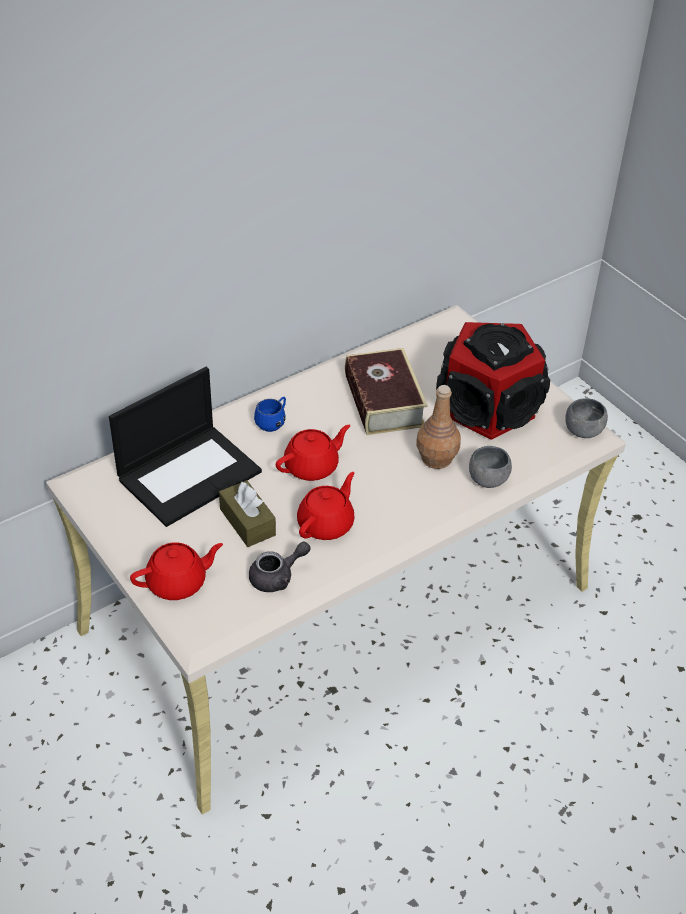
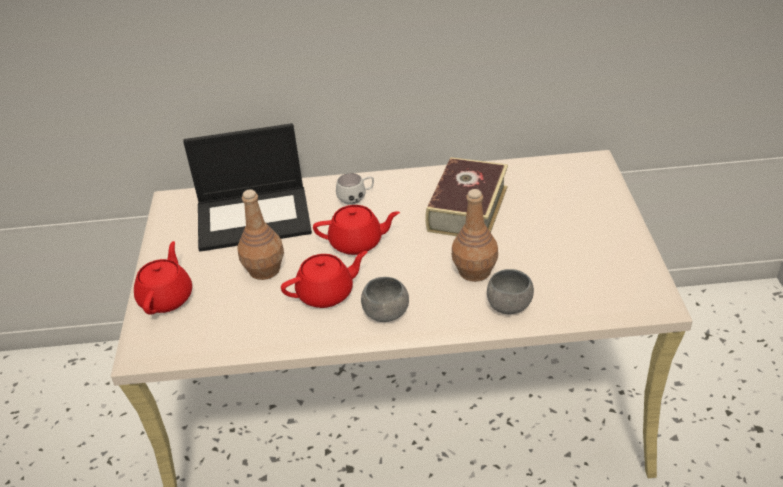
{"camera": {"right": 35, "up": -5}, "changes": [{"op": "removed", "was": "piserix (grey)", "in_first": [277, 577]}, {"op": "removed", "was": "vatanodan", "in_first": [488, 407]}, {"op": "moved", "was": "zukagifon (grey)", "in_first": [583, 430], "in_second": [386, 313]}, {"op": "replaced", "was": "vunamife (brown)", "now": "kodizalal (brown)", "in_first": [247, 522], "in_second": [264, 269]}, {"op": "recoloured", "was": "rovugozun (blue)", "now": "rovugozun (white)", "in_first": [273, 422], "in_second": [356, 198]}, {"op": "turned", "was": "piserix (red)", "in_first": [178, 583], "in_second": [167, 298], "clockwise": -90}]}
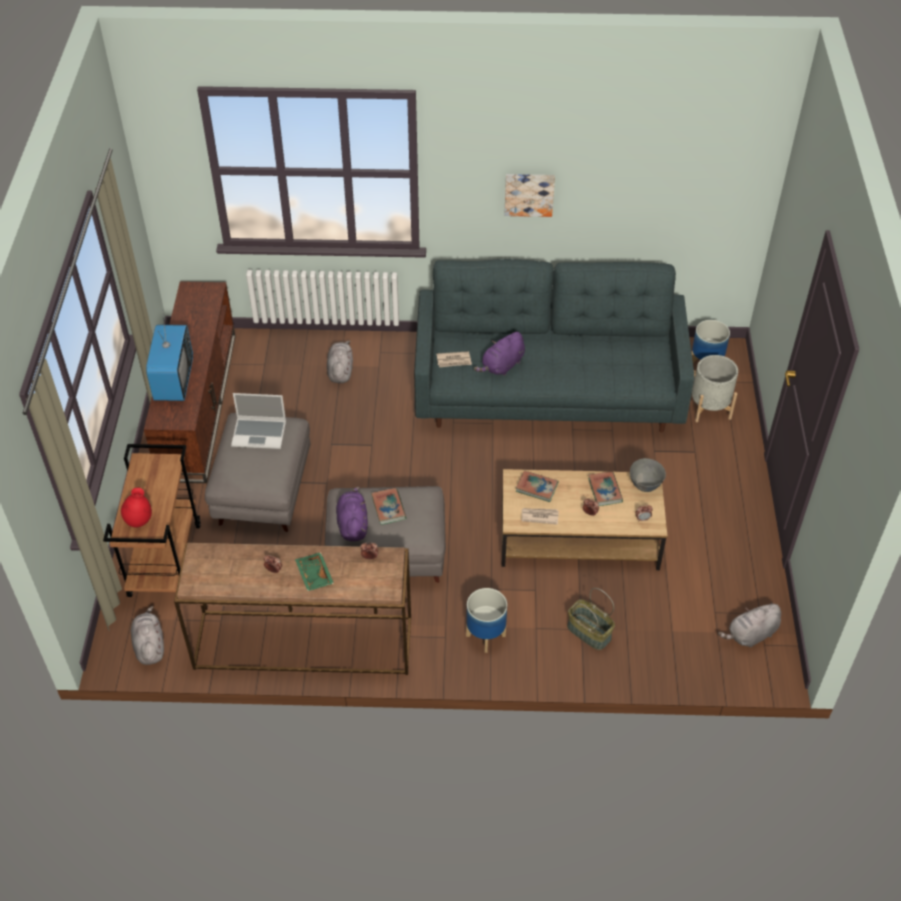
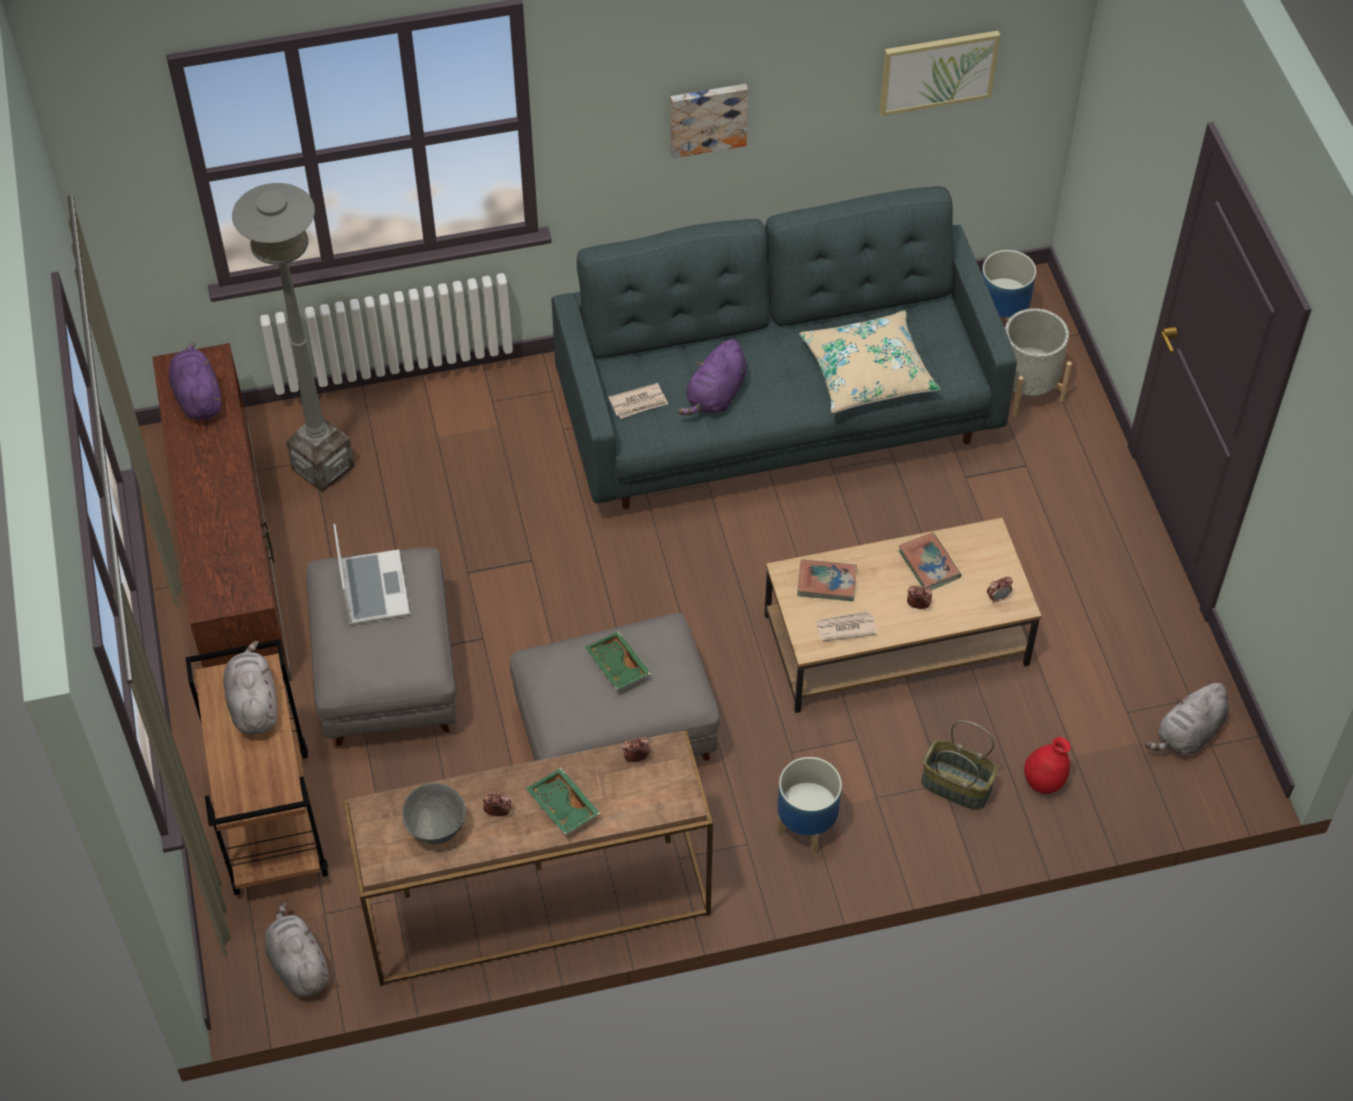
{"camera": {"right": -15, "up": 5}, "changes": [{"op": "removed", "was": "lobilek", "in_first": [173, 380]}, {"op": "added", "now": "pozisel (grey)", "in_second": [322, 467]}, {"op": "added", "now": "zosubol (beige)", "in_second": [867, 372]}, {"op": "added", "now": "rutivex", "in_second": [937, 71]}, {"op": "moved", "was": "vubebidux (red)", "in_first": [139, 521], "in_second": [1044, 782]}, {"op": "moved", "was": "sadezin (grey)", "in_first": [340, 370], "in_second": [253, 704]}, {"op": "moved", "was": "sadezin (purple)", "in_first": [352, 524], "in_second": [197, 397]}, {"op": "moved", "was": "zukagifon (grey)", "in_first": [645, 486], "in_second": [437, 829]}, {"op": "replaced", "was": "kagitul", "now": "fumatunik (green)", "in_first": [388, 508], "in_second": [616, 666]}, {"op": "turned", "was": "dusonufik", "in_first": [260, 434], "in_second": [372, 588], "clockwise": -90}]}
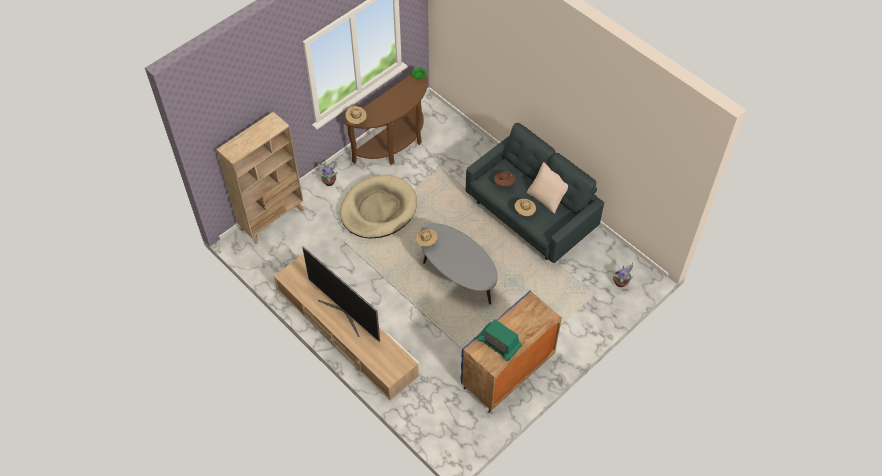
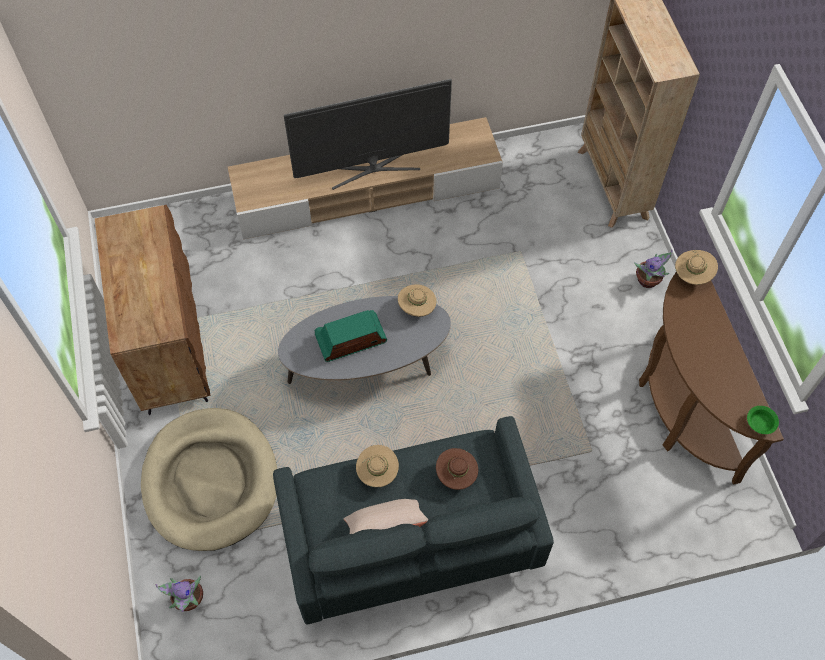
{"camera": {"right": 120, "up": 5}, "changes": [{"op": "moved", "was": "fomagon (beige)", "in_first": [378, 209], "in_second": [210, 481]}, {"op": "moved", "was": "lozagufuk", "in_first": [498, 343], "in_second": [351, 340]}, {"op": "recoloured", "was": "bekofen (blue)", "now": "bekofen (brown)", "in_first": [507, 372], "in_second": [168, 344]}]}
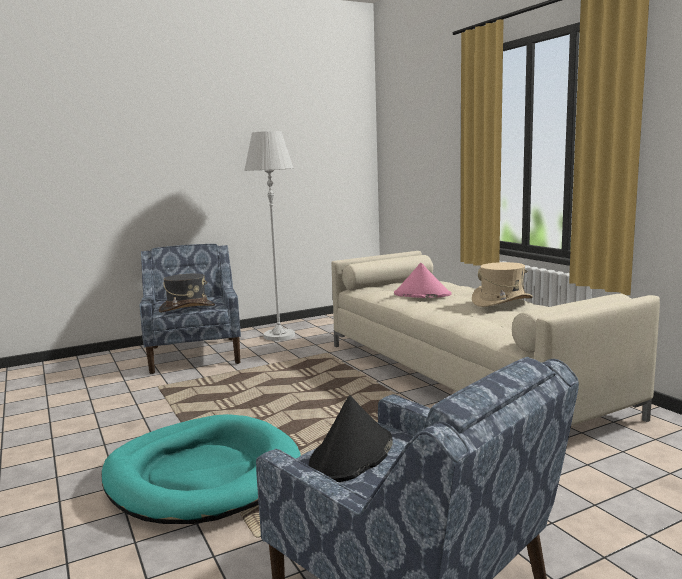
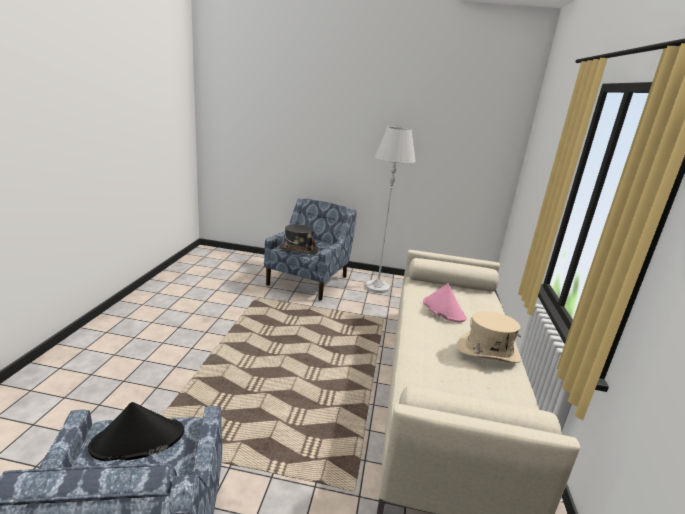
{"camera": {"right": 35, "up": 10}, "changes": [{"op": "removed", "was": "fomagon (turquoise)", "in_first": [202, 475]}]}
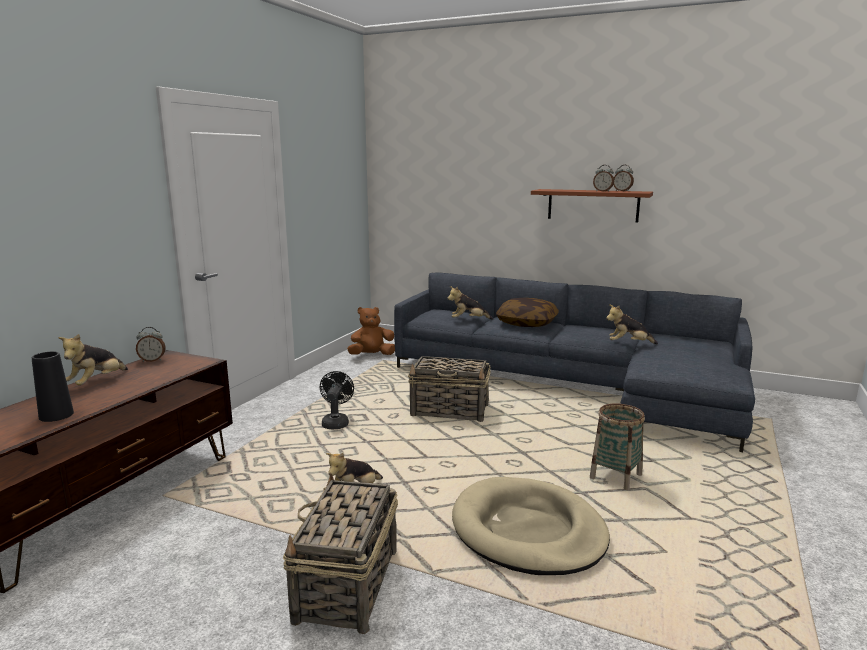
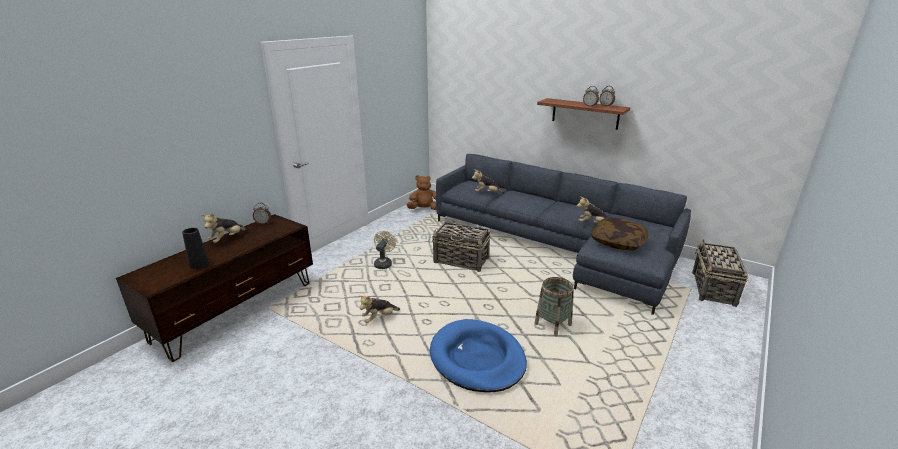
{"camera": {"right": 10, "up": 10}, "changes": [{"op": "moved", "was": "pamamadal", "in_first": [346, 586], "in_second": [713, 289]}, {"op": "moved", "was": "zosubol", "in_first": [527, 323], "in_second": [618, 242]}, {"op": "recoloured", "was": "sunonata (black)", "now": "sunonata (beige)", "in_first": [336, 422], "in_second": [384, 263]}, {"op": "recoloured", "was": "fomagon (beige)", "now": "fomagon (blue)", "in_first": [528, 531], "in_second": [477, 358]}]}
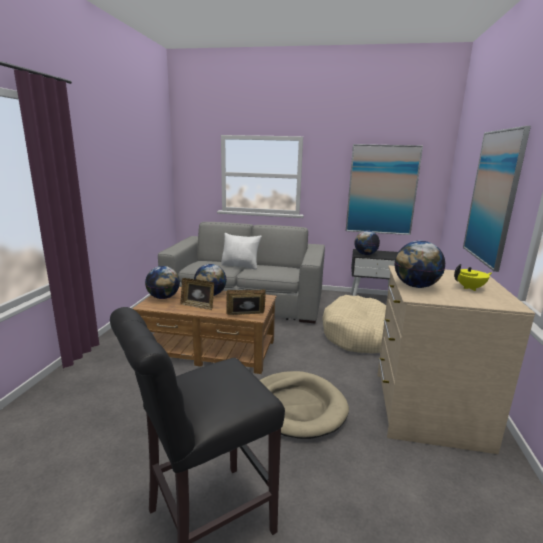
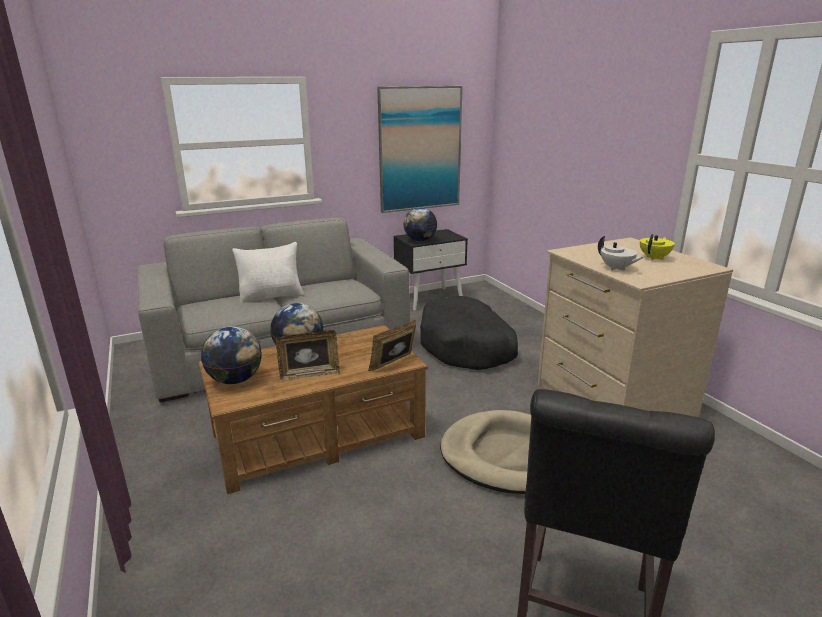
{"camera": {"right": -35, "up": 5}, "changes": [{"op": "removed", "was": "rutivex", "in_first": [493, 197]}, {"op": "replaced", "was": "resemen", "now": "piserix (white)", "in_first": [415, 286], "in_second": [616, 268]}, {"op": "recoloured", "was": "fomagon (beige)", "now": "fomagon (black)", "in_first": [358, 334], "in_second": [467, 346]}]}
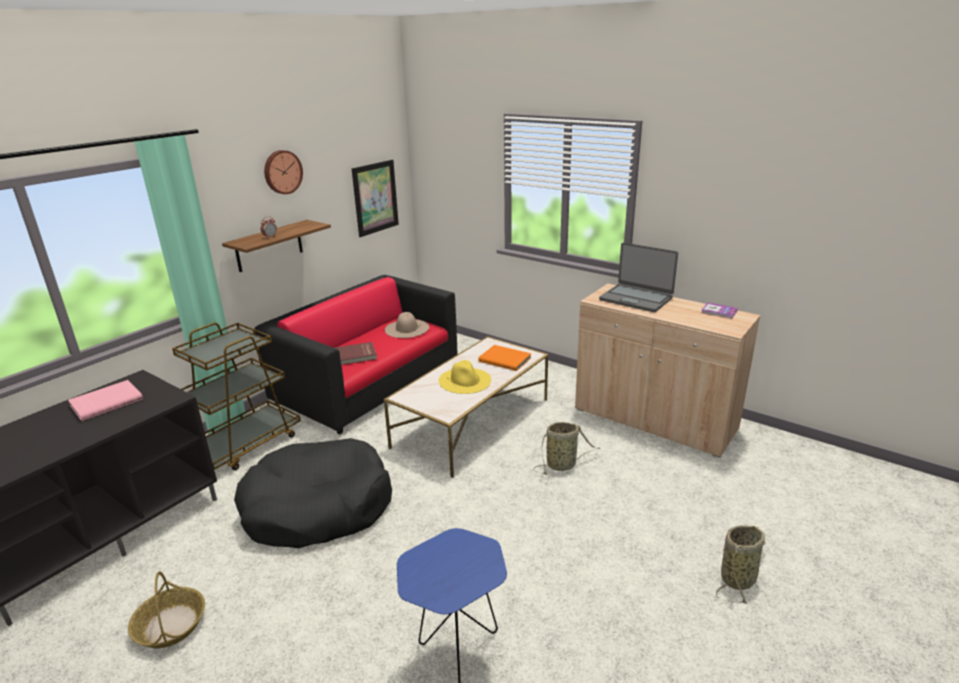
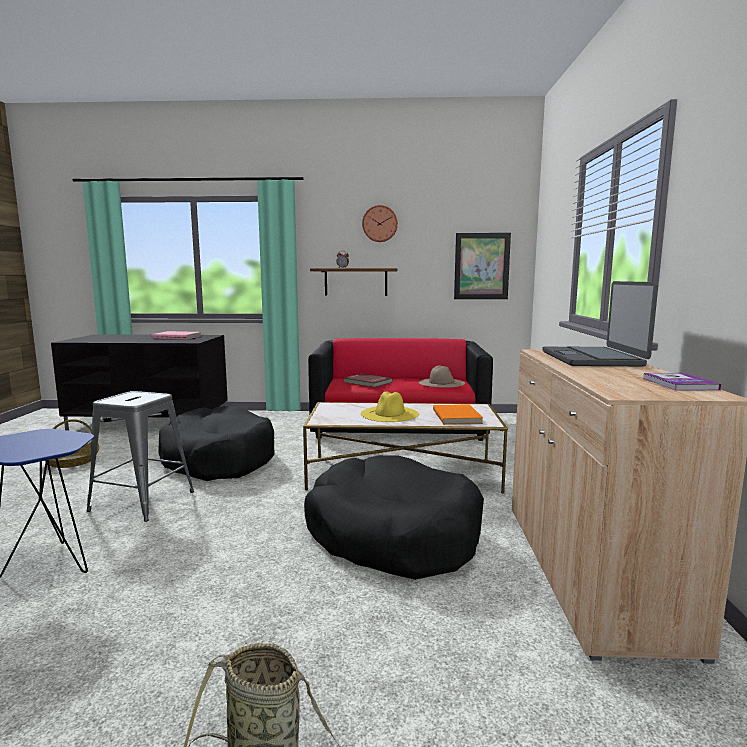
{"camera": {"right": 55, "up": -15}, "changes": [{"op": "removed", "was": "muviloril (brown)", "in_first": [246, 444]}, {"op": "added", "now": "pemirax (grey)", "in_second": [142, 501]}, {"op": "replaced", "was": "pamamadal", "now": "fomagon (black)", "in_first": [563, 464], "in_second": [392, 534]}]}
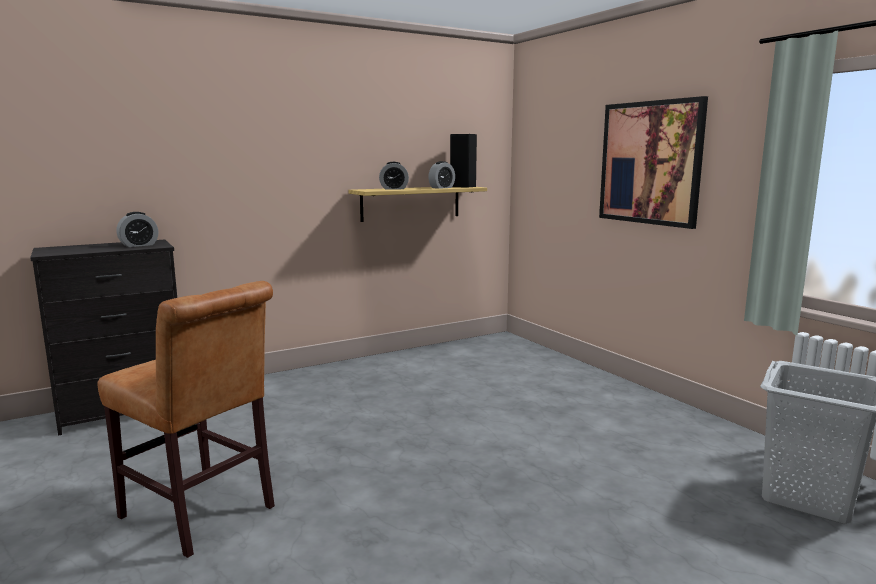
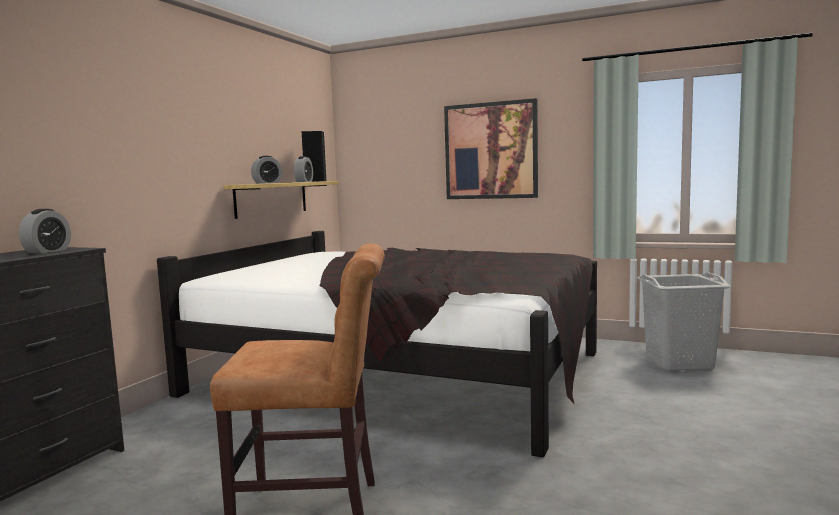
{"camera": {"right": -35, "up": -5}, "changes": [{"op": "added", "now": "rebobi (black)", "in_second": [402, 372]}]}
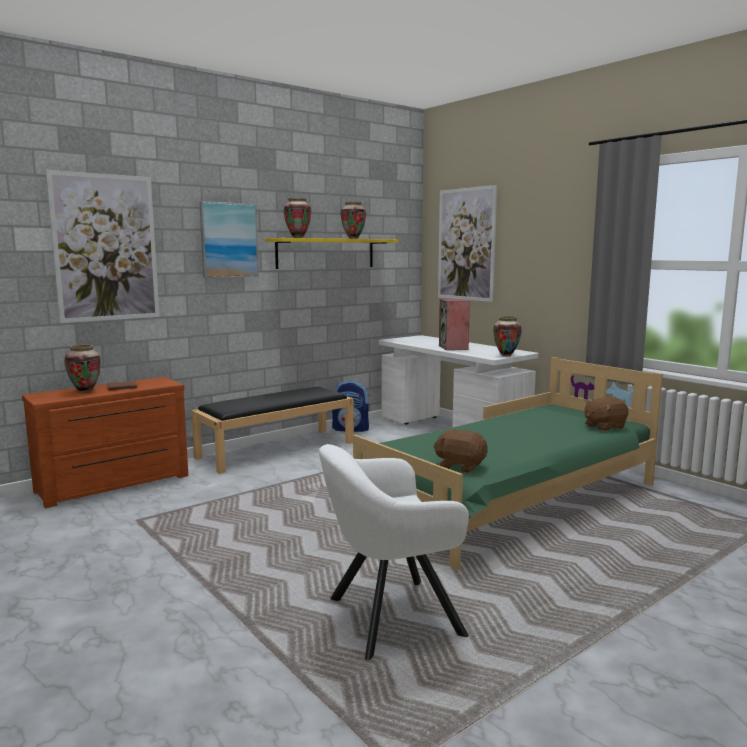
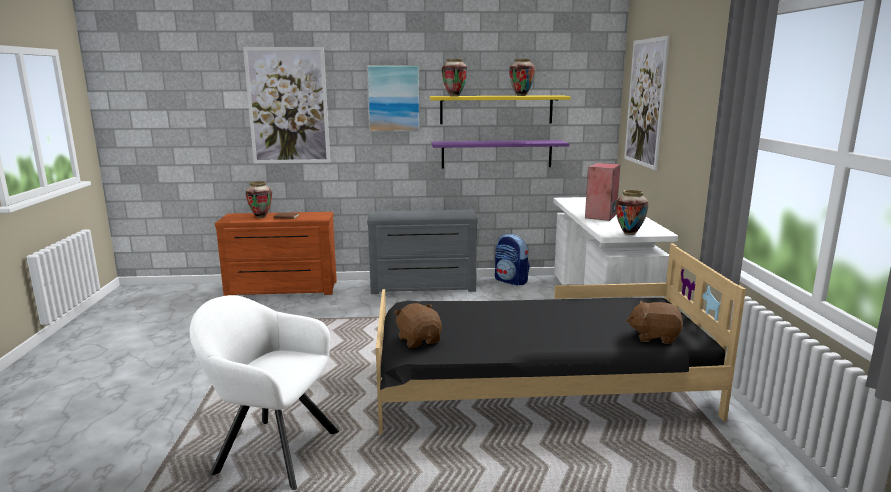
{"camera": {"right": 35, "up": 5}, "changes": [{"op": "added", "now": "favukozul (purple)", "in_second": [496, 154]}, {"op": "replaced", "was": "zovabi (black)", "now": "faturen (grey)", "in_first": [277, 449], "in_second": [423, 287]}, {"op": "recoloured", "was": "rebobi (green)", "now": "rebobi (black)", "in_first": [512, 500], "in_second": [537, 388]}]}
